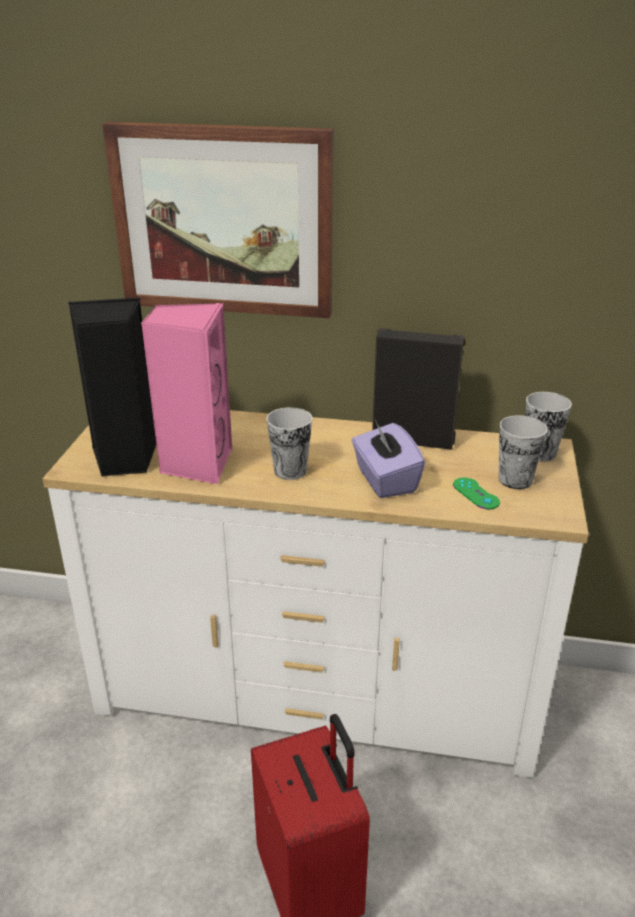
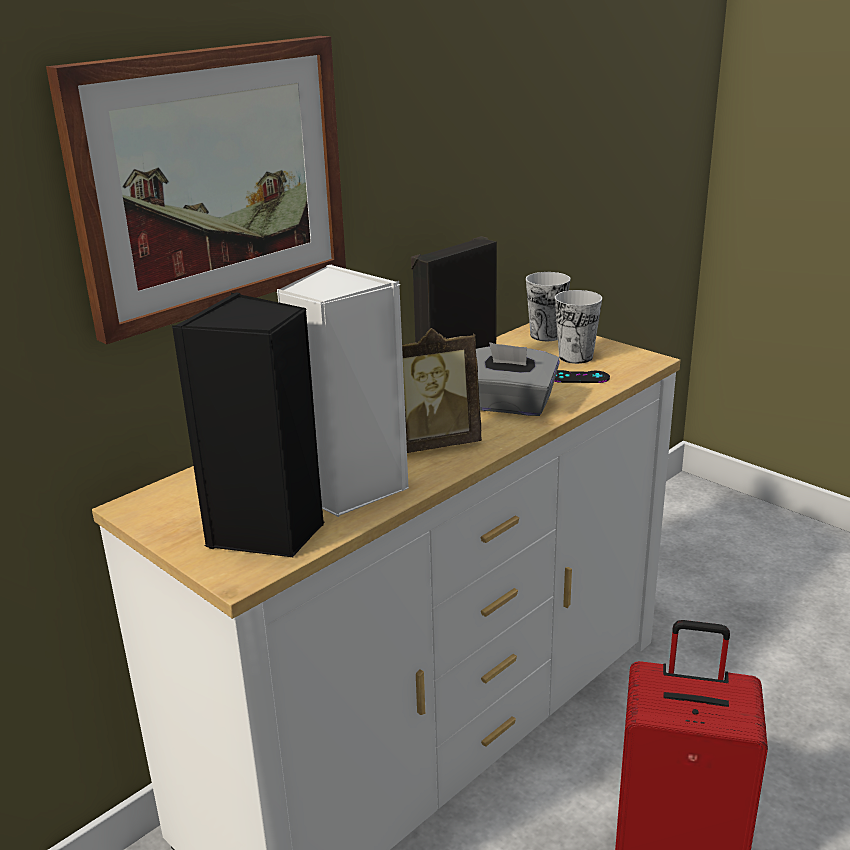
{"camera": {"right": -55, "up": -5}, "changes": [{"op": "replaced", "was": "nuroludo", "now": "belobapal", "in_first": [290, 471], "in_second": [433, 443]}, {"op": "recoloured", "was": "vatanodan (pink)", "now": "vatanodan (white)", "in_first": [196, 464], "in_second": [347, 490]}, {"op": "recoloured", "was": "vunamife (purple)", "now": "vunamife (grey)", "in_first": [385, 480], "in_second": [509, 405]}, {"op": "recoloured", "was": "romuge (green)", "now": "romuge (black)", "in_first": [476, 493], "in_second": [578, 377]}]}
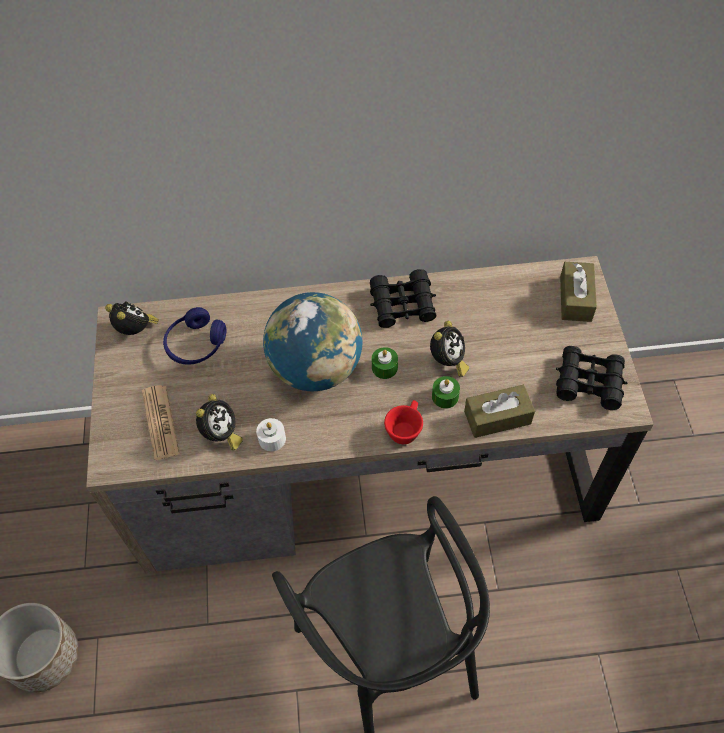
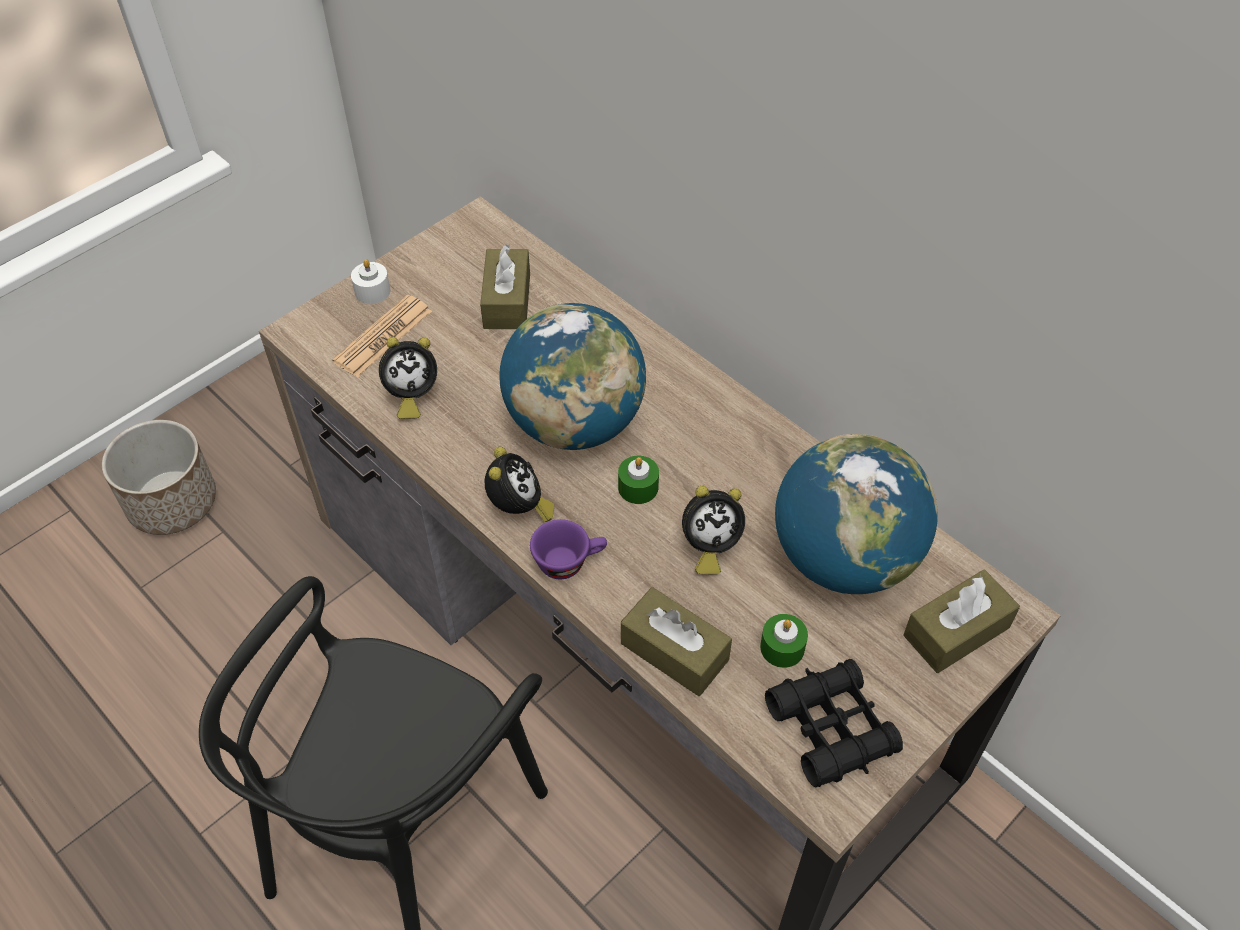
{"camera": {"right": 50, "up": -5}, "changes": [{"op": "removed", "was": "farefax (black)", "in_first": [402, 305]}, {"op": "added", "now": "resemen", "in_second": [843, 558]}, {"op": "moved", "was": "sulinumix", "in_first": [137, 331], "in_second": [519, 509]}, {"op": "moved", "was": "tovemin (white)", "in_first": [272, 439], "in_second": [372, 291]}, {"op": "moved", "was": "tovemin (green)", "in_first": [445, 396], "in_second": [782, 648]}, {"op": "replaced", "was": "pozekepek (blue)", "now": "vunamife (brown)", "in_first": [196, 344], "in_second": [507, 301]}, {"op": "recoloured", "was": "nuroludo (red)", "now": "nuroludo (purple)", "in_first": [405, 428], "in_second": [569, 561]}]}
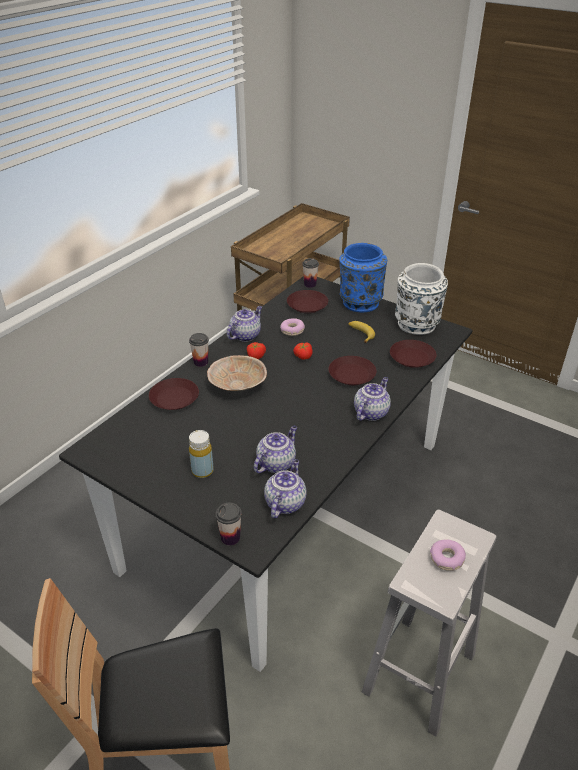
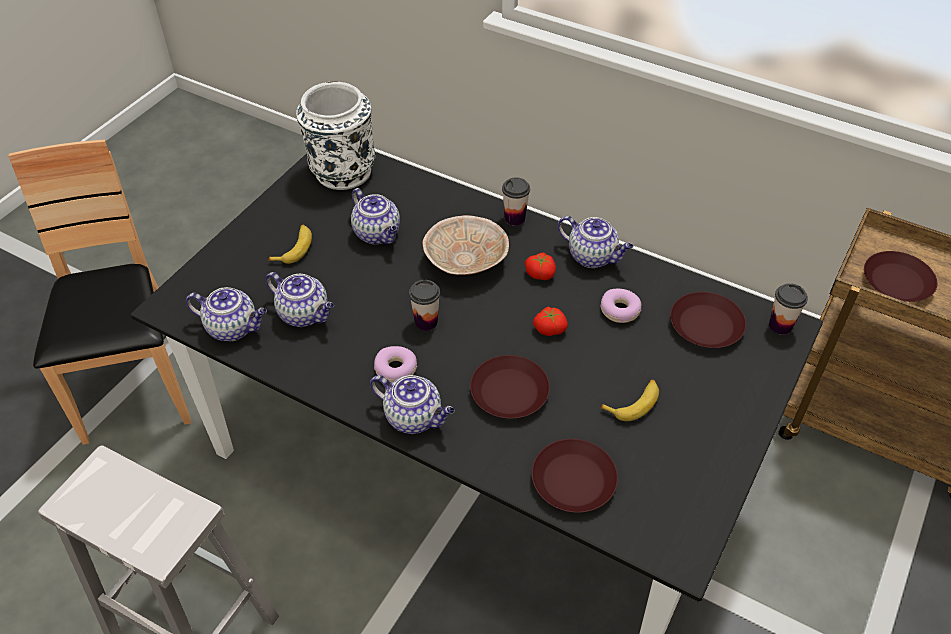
{"camera": {"right": 85, "up": 10}, "changes": [{"op": "removed", "was": "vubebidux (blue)", "in_first": [359, 302]}, {"op": "added", "now": "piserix", "in_second": [378, 234]}, {"op": "moved", "was": "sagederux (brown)", "in_first": [174, 398], "in_second": [897, 282]}, {"op": "moved", "was": "nuroludo", "in_first": [230, 537], "in_second": [426, 322]}, {"op": "moved", "was": "vubebidux (white)", "in_first": [416, 325], "in_second": [341, 172]}, {"op": "moved", "was": "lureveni", "in_first": [447, 559], "in_second": [396, 369]}, {"op": "replaced", "was": "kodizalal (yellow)", "now": "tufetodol", "in_first": [202, 471], "in_second": [294, 248]}]}
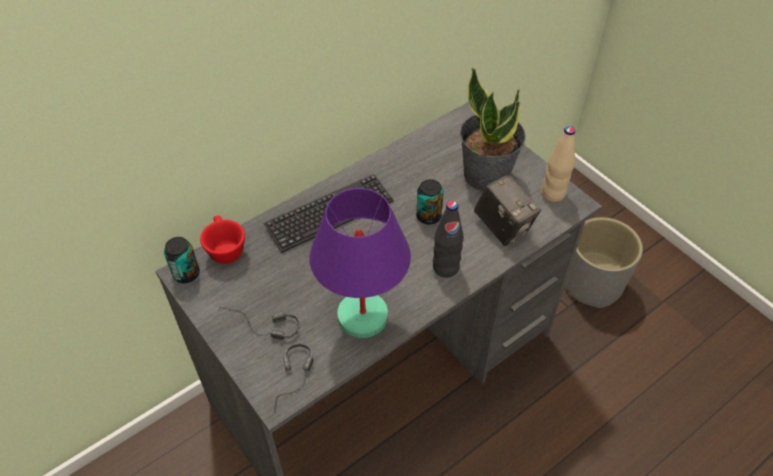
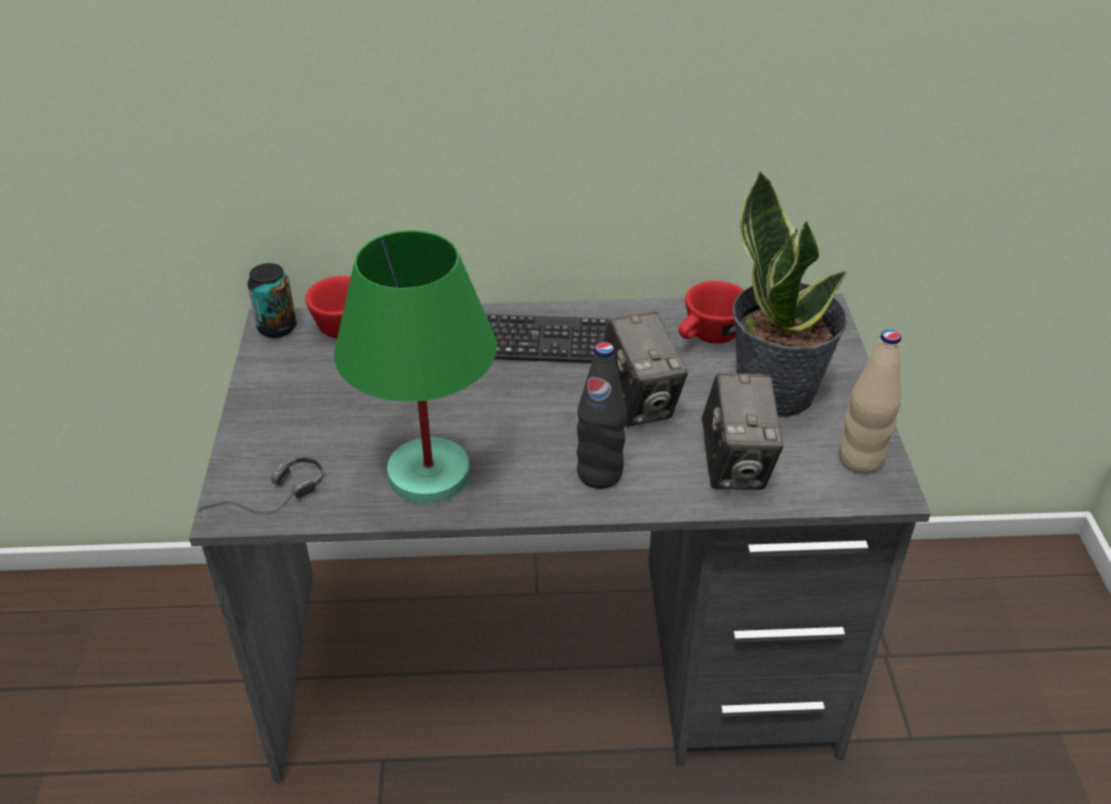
{"camera": {"right": 35, "up": -10}, "changes": [{"op": "removed", "was": "pozekepek", "in_first": [260, 328]}, {"op": "removed", "was": "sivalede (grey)", "in_first": [593, 284]}, {"op": "added", "now": "nuroludo (red)", "in_second": [708, 337]}, {"op": "replaced", "was": "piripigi", "now": "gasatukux", "in_first": [428, 216], "in_second": [638, 403]}, {"op": "recoloured", "was": "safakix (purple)", "now": "safakix (green)", "in_first": [362, 317], "in_second": [427, 475]}]}
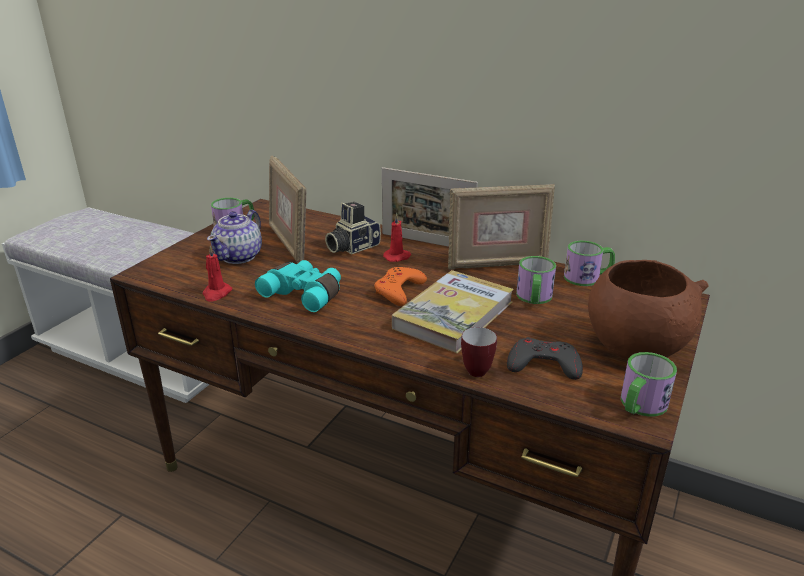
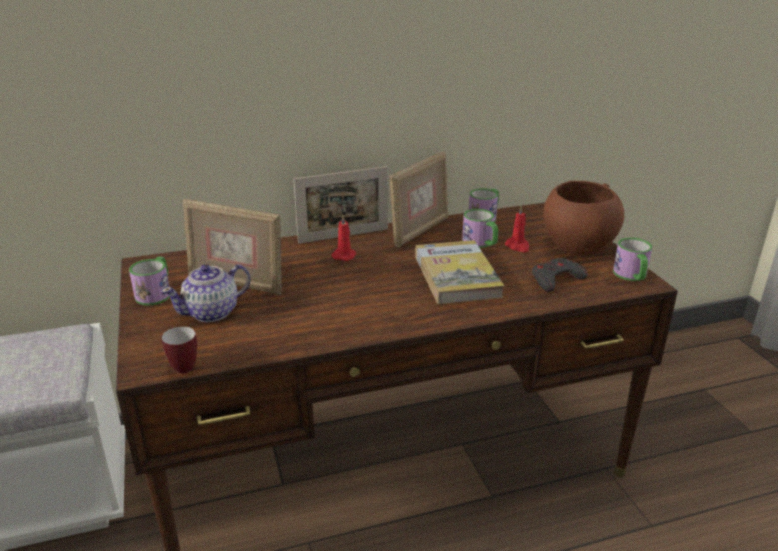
{"camera": {"right": -45, "up": 0}, "changes": [{"op": "removed", "was": "farefax (turquoise)", "in_first": [305, 294]}, {"op": "removed", "was": "gasatukux", "in_first": [352, 247]}, {"op": "removed", "was": "romuge (orange)", "in_first": [399, 290]}, {"op": "moved", "was": "tovemin (red)", "in_first": [216, 293], "in_second": [518, 246]}, {"op": "moved", "was": "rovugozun", "in_first": [477, 369], "in_second": [182, 366]}, {"op": "turned", "was": "piserix", "in_first": [239, 256], "in_second": [212, 312], "clockwise": 75}]}
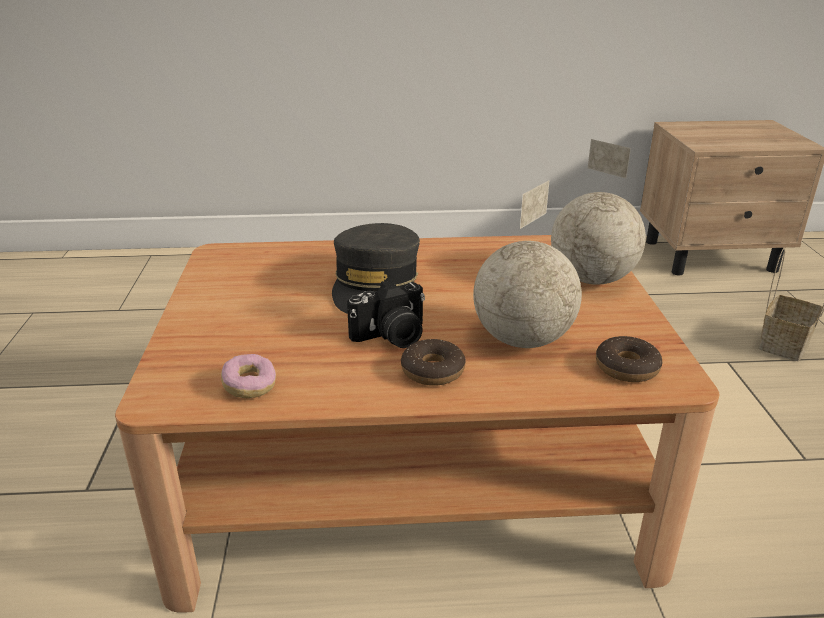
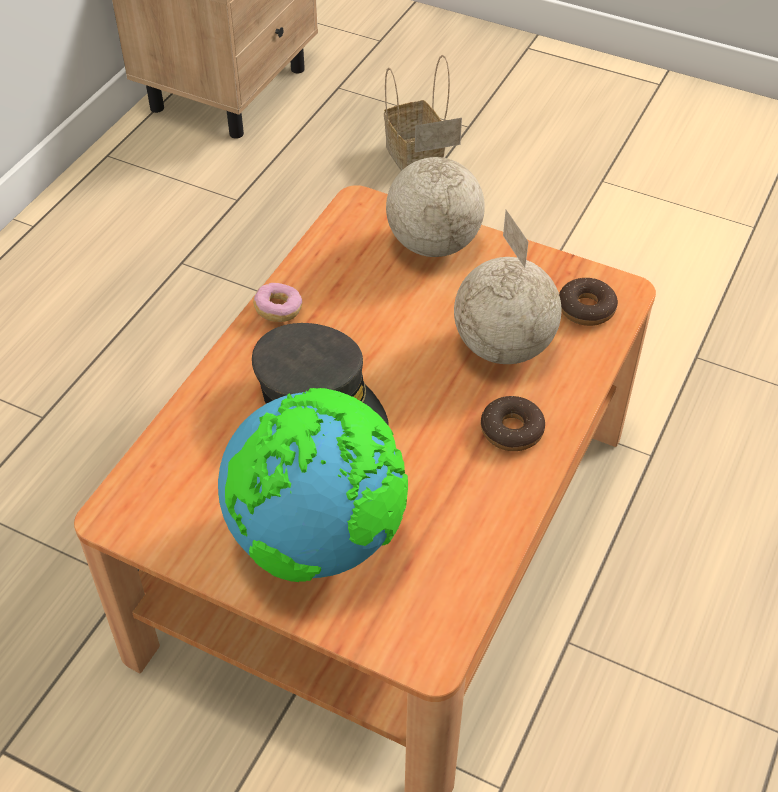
{"camera": {"right": -60, "up": 20}, "changes": [{"op": "removed", "was": "gasatukux", "in_first": [391, 337]}, {"op": "added", "now": "resemen", "in_second": [318, 539]}, {"op": "moved", "was": "lureveni", "in_first": [250, 386], "in_second": [278, 310]}]}
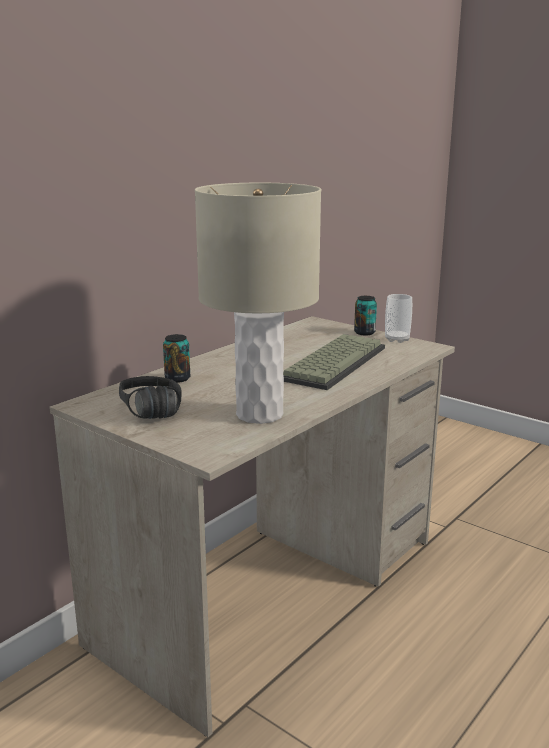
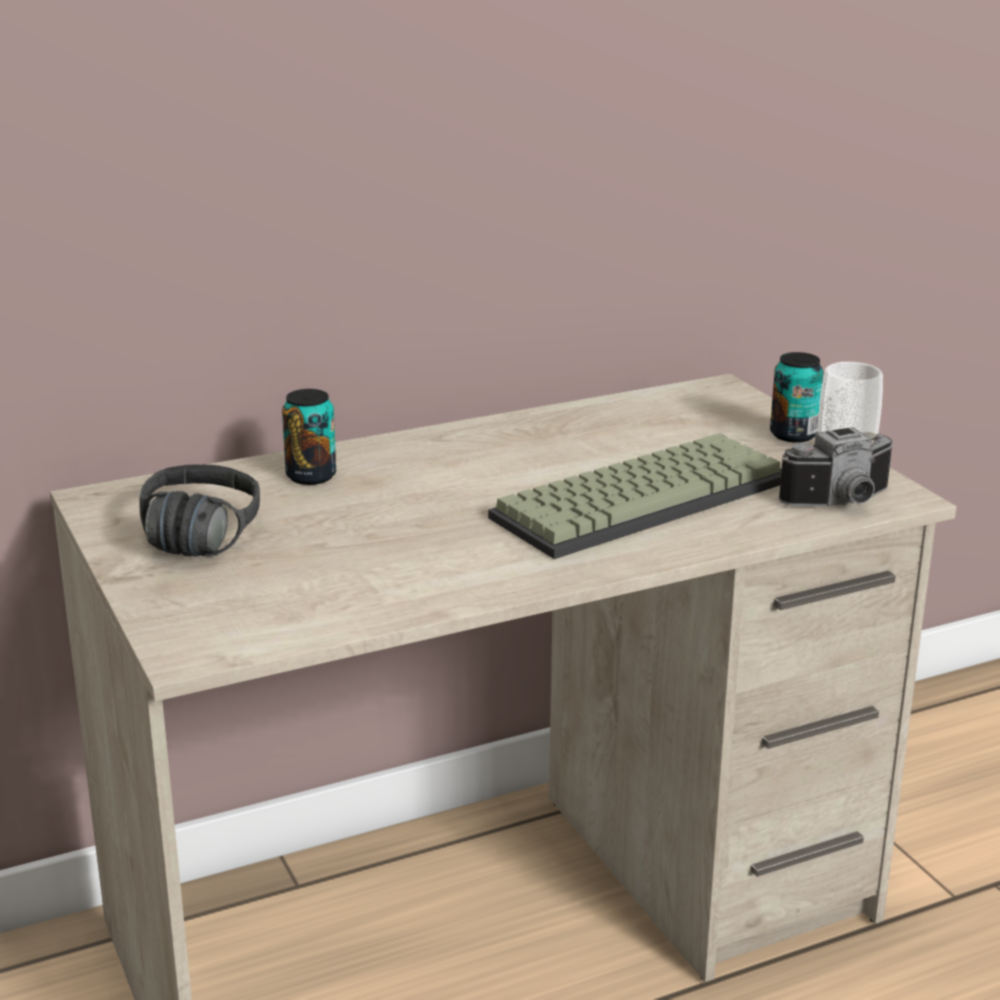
{"camera": {"right": 25, "up": 5}, "changes": [{"op": "removed", "was": "safakix (beige)", "in_first": [260, 414]}, {"op": "added", "now": "gasatukux", "in_second": [843, 503]}]}
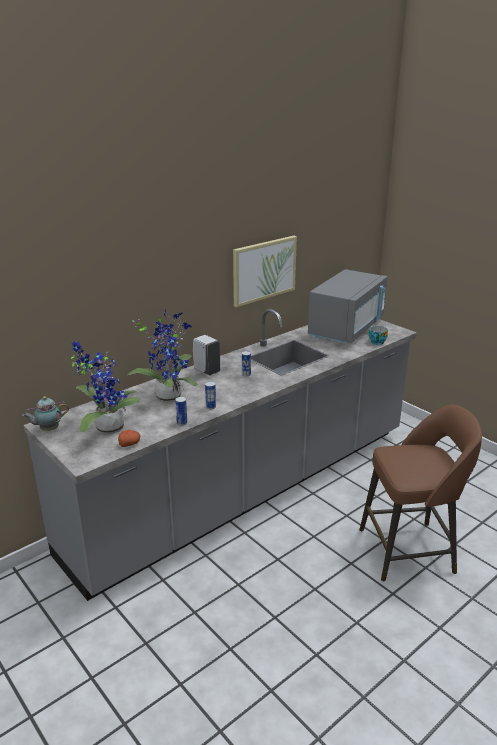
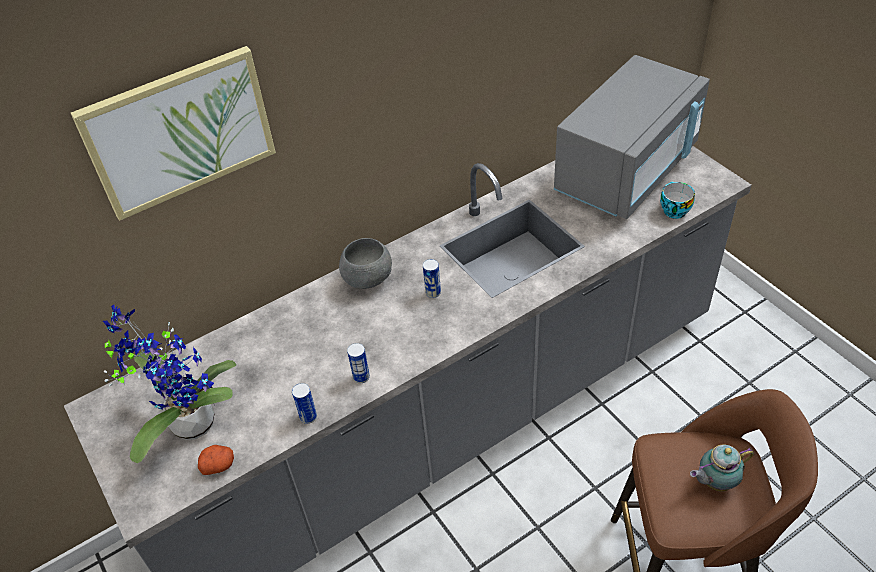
{"camera": {"right": 10, "up": 20}, "changes": [{"op": "removed", "was": "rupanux", "in_first": [169, 396]}, {"op": "moved", "was": "piserix", "in_first": [48, 429], "in_second": [715, 482]}, {"op": "moved", "was": "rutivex", "in_first": [264, 270], "in_second": [179, 132]}, {"op": "replaced", "was": "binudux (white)", "now": "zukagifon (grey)", "in_first": [206, 371], "in_second": [368, 280]}]}
